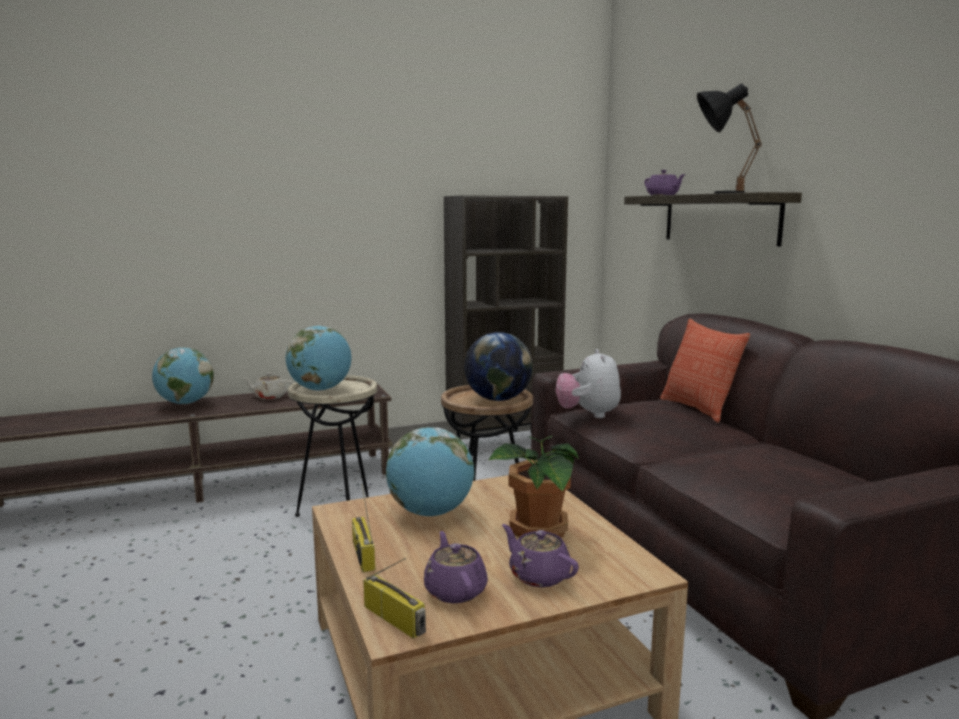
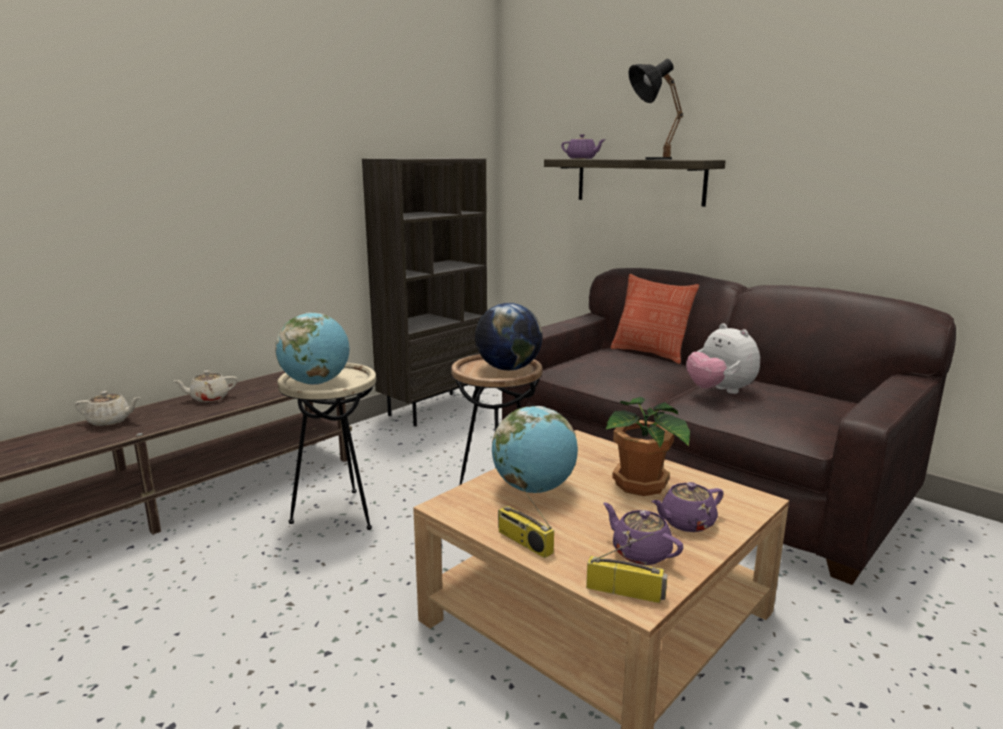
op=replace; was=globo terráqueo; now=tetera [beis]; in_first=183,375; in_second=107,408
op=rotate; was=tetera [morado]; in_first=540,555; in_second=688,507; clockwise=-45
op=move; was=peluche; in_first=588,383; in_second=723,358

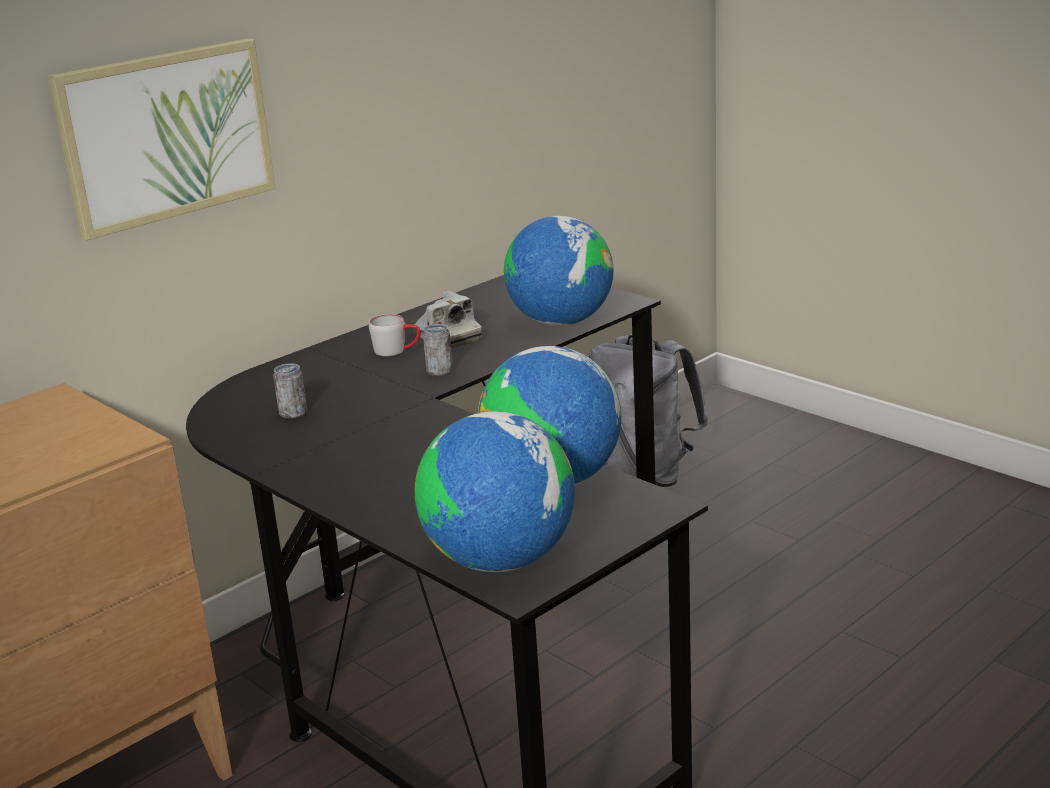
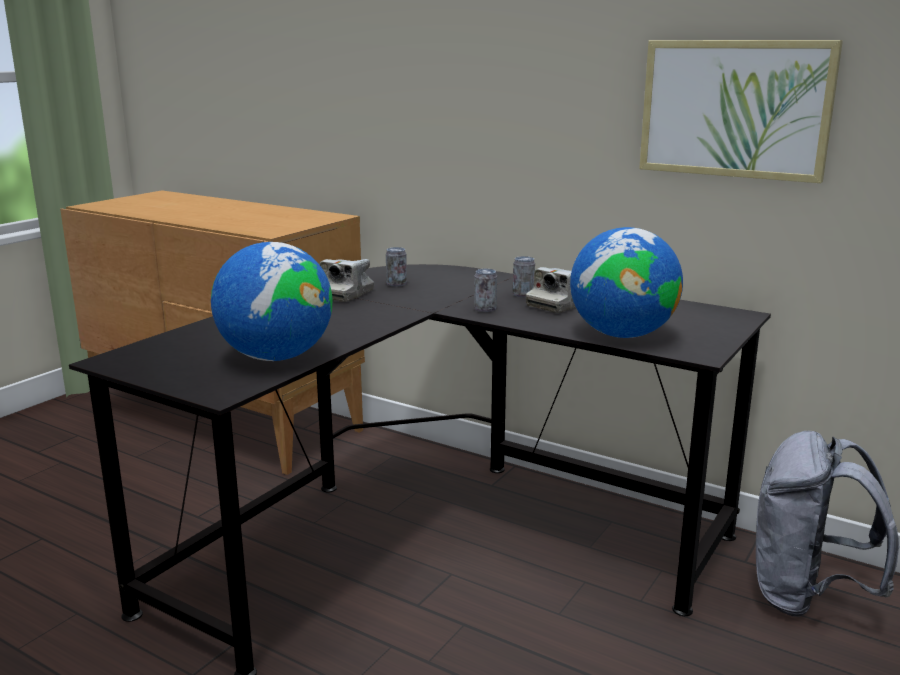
op=insert; now=cámara; in_second=346,280
op=replace; was=taza grande [gris]; now=lata; in_first=395,335; in_second=524,277
op=move; was=cuadro; in_first=162,139; in_second=741,111
op=delete; was=globo terráqueo; in_first=494,491

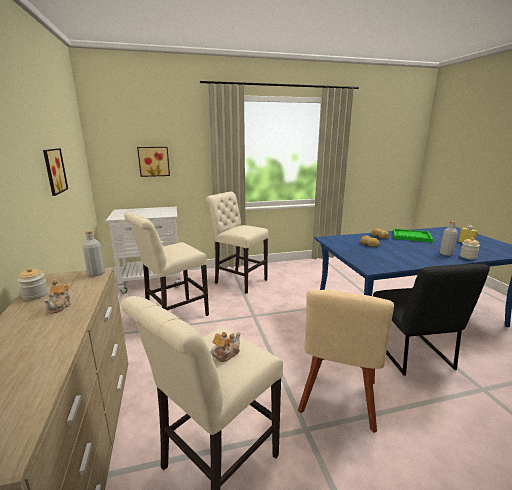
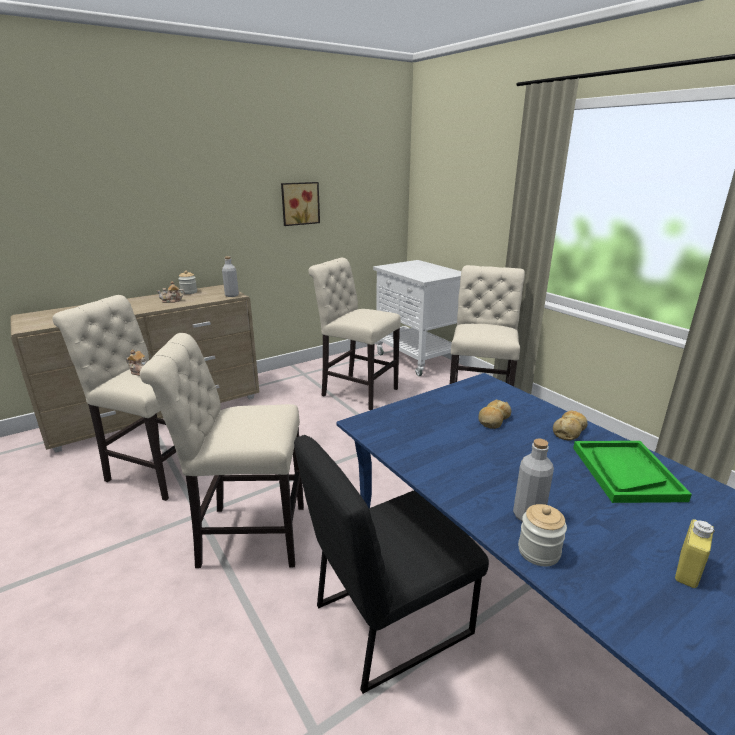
op=replace; was=silla [beis]; now=taburete [beis]; in_first=346,361; in_second=222,450
op=delete; was=cuadro; in_first=153,162

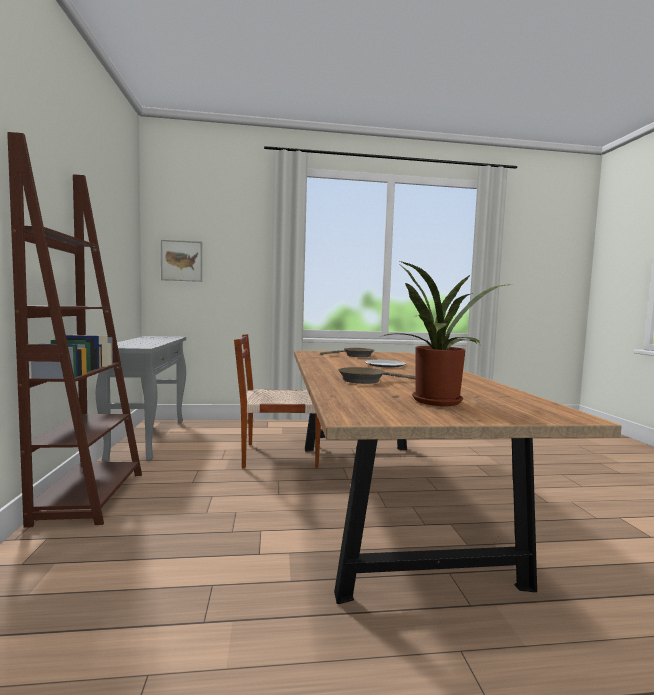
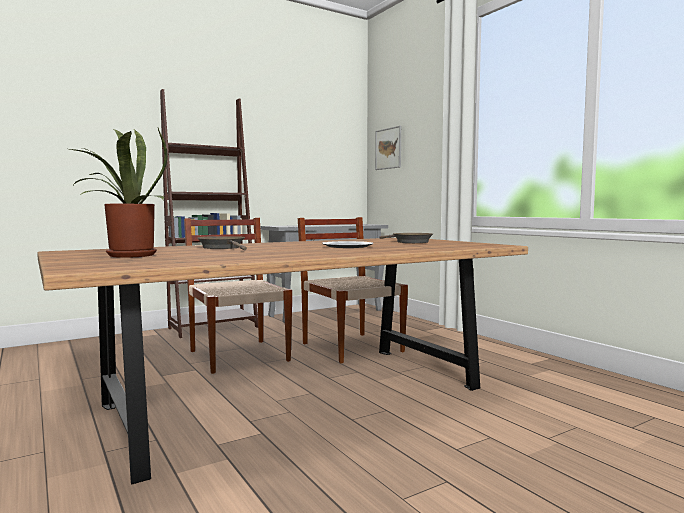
op=insert; now=silla; in_second=238,296

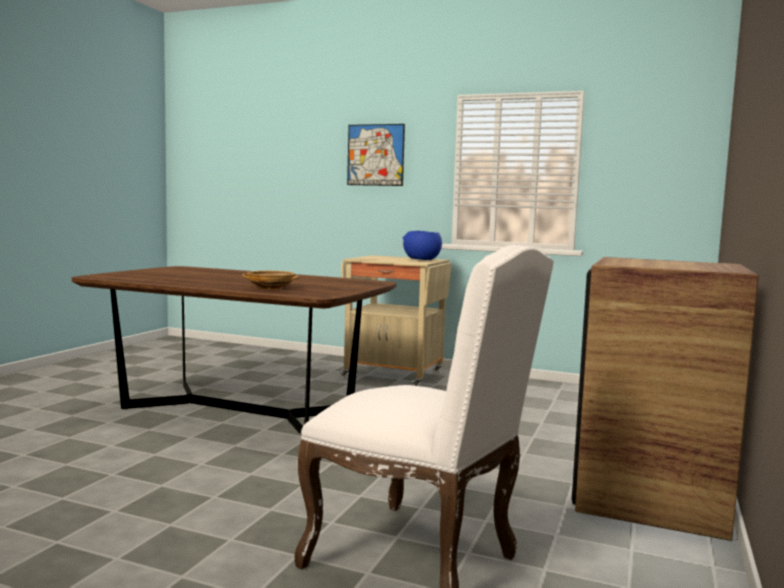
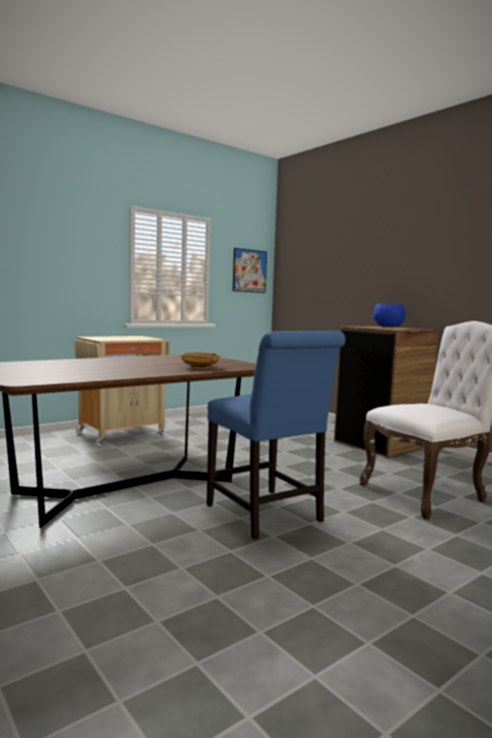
op=insert; now=silla [azul]; in_second=276,435
op=move; was=cuadro; in_first=376,155; in_second=250,270
op=move; was=cuenco [azul]; in_first=422,245; in_second=389,315

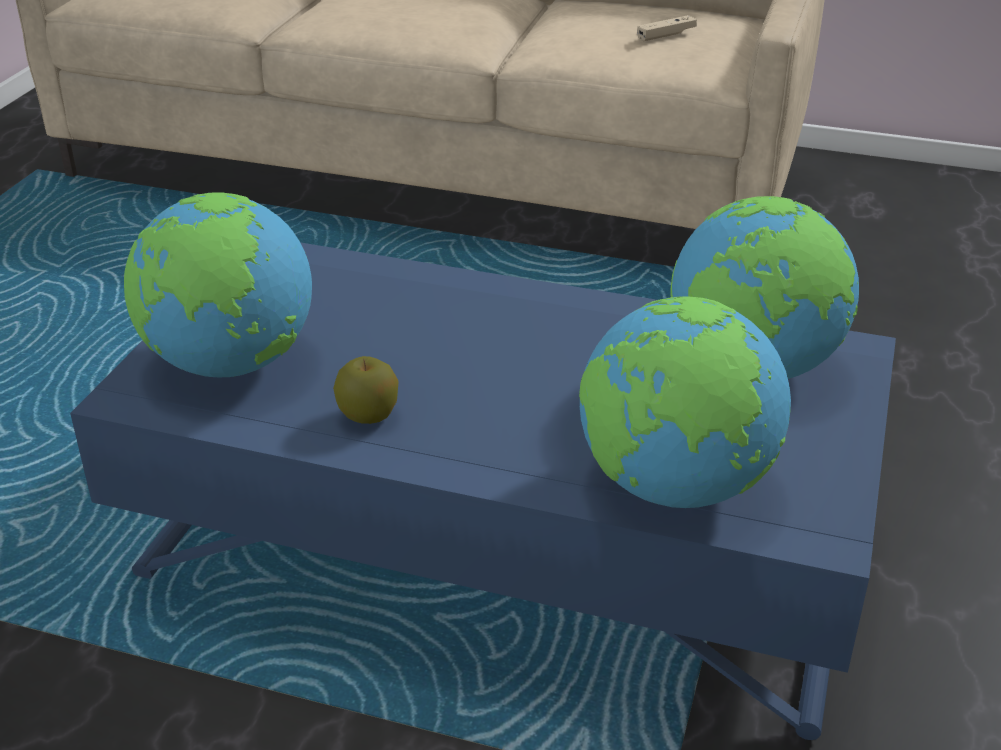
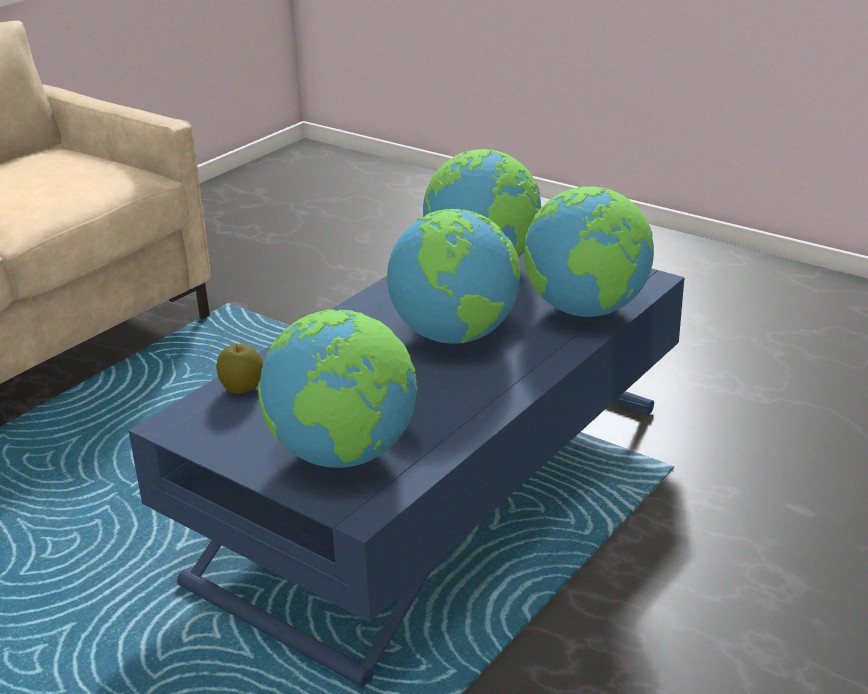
op=move; was=manzana; in_first=366,390; in_second=239,368
op=insert; now=globo terráqueo; in_second=453,276
op=delete; was=mando de consola [beis]; in_first=667,28

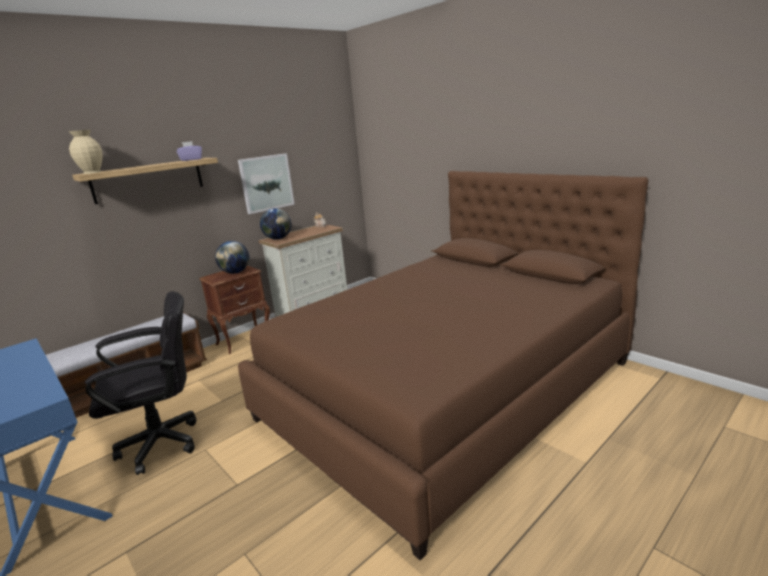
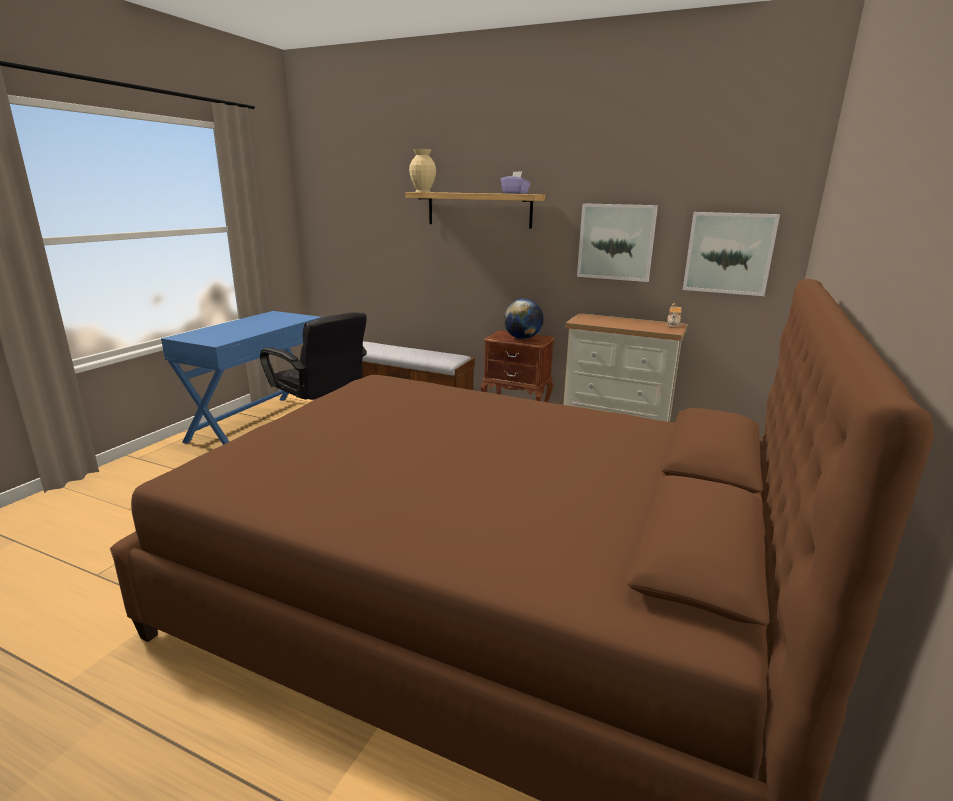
op=insert; now=cuadro; in_second=731,254
op=delete; was=globo terráqueo; in_first=275,224

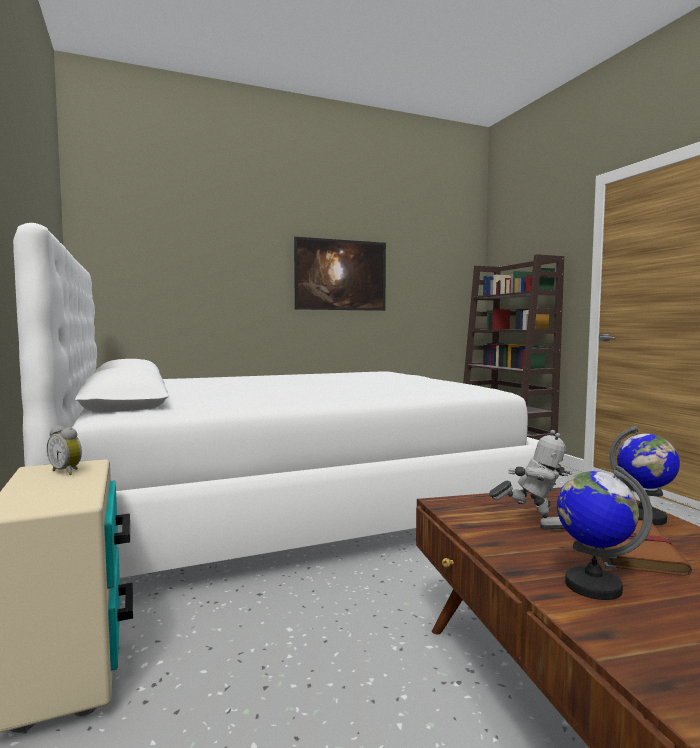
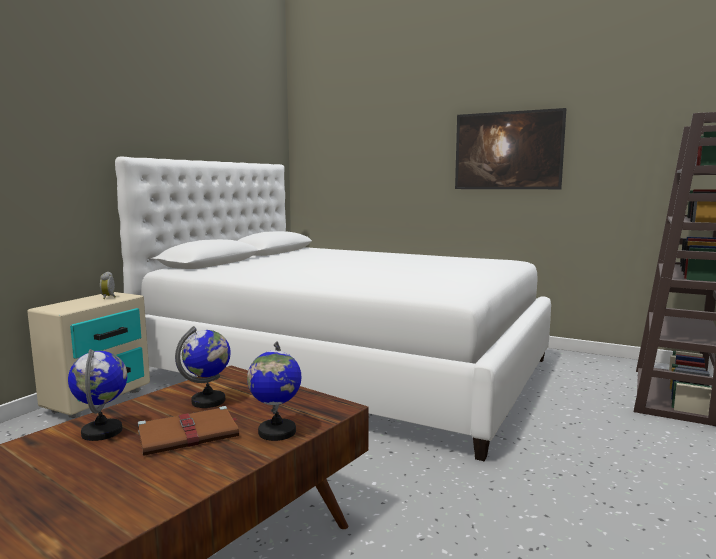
op=replace; was=robot de juguete; now=globo terráqueo; in_first=530,479; in_second=203,367

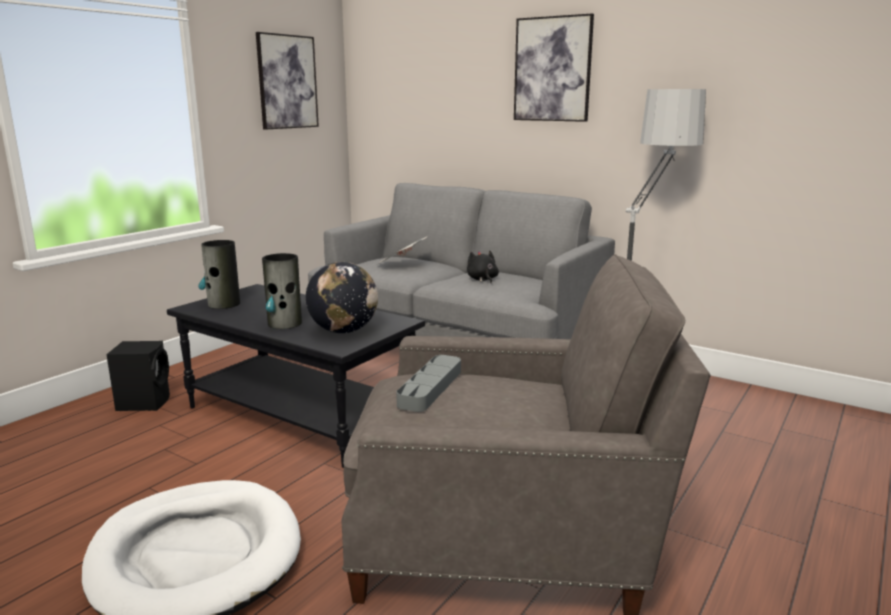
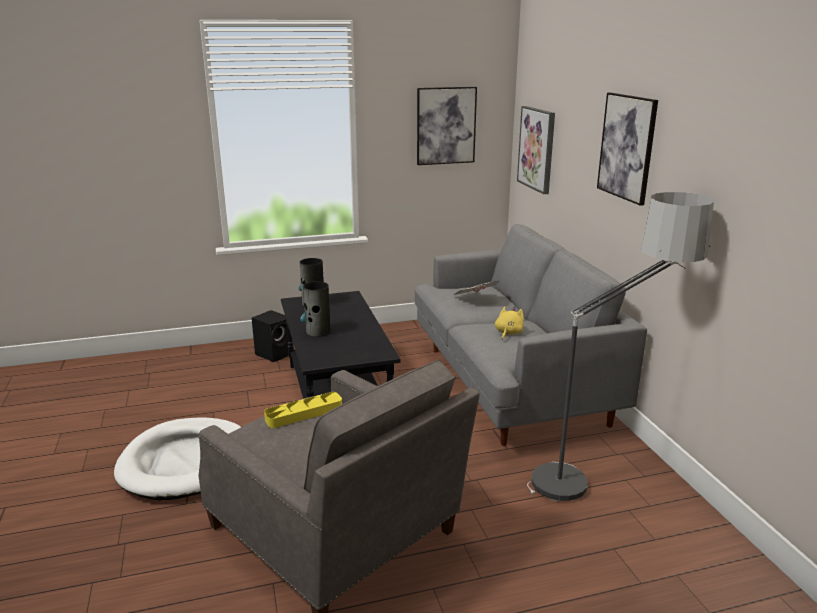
op=recolor; was=bandeja [gris]; now=bandeja [amarillo]; in_first=428,383; in_second=303,410
op=recolor; was=peluche [negro]; now=peluche [amarillo]; in_first=483,267; in_second=509,323
op=insert; now=cuadro; in_second=536,150
op=delete; was=globo terráqueo; in_first=342,297

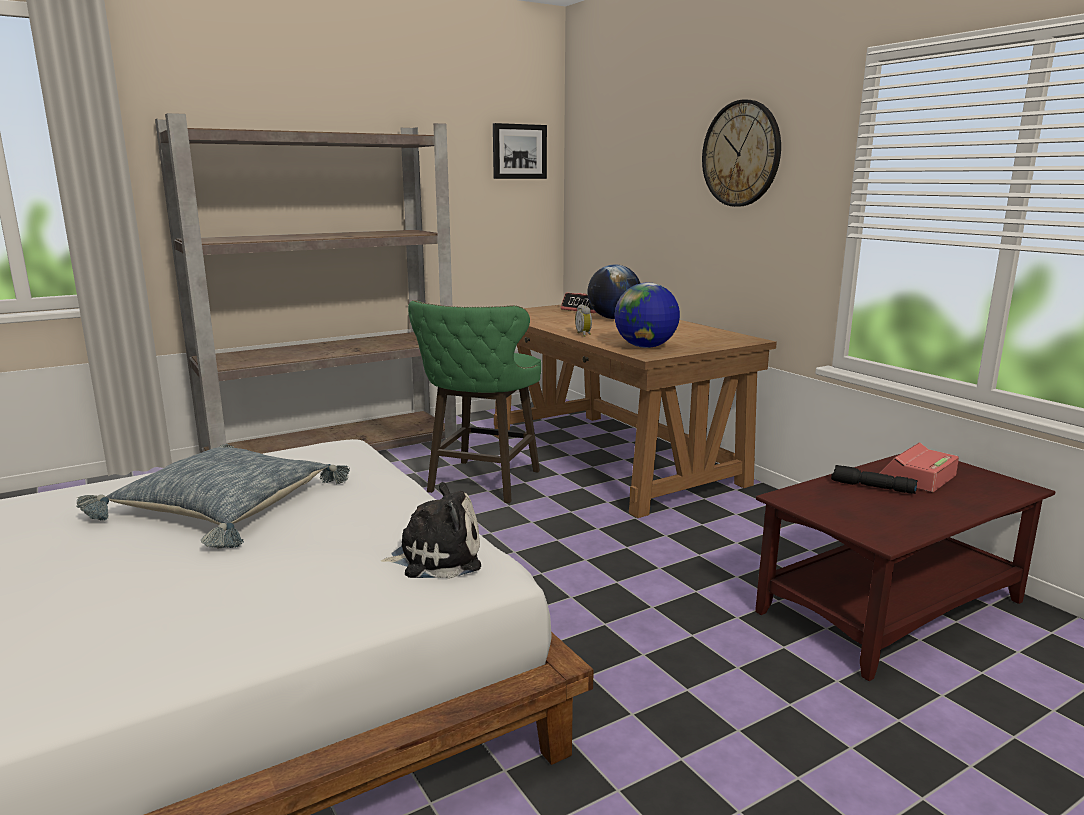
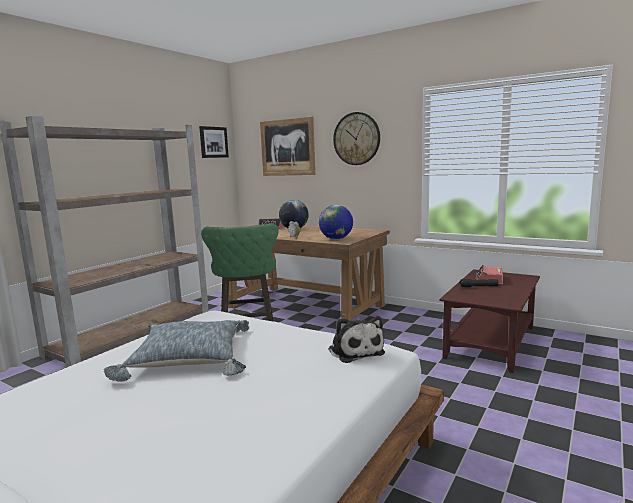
op=insert; now=cuadro; in_second=287,146
op=rotate; was=peluche; in_first=431,530; in_second=356,339; clockwise=105

